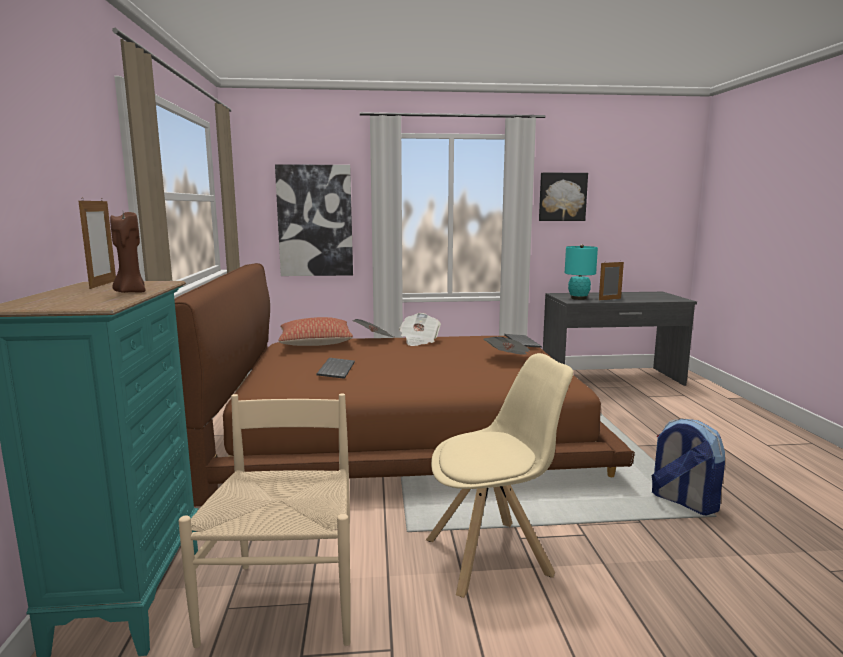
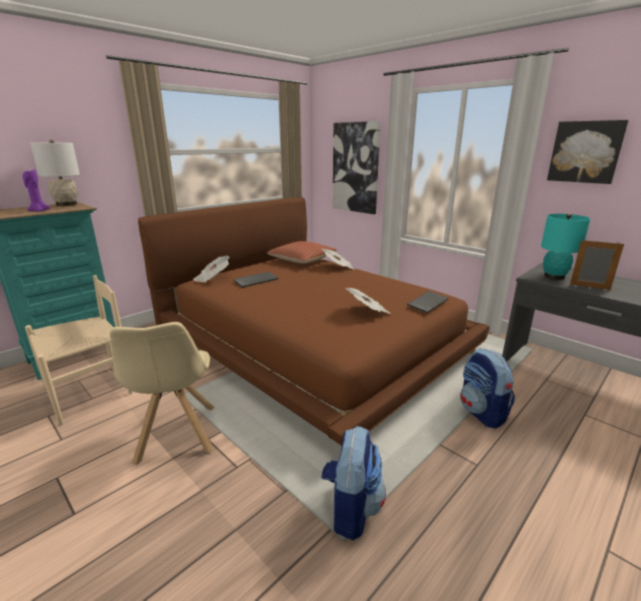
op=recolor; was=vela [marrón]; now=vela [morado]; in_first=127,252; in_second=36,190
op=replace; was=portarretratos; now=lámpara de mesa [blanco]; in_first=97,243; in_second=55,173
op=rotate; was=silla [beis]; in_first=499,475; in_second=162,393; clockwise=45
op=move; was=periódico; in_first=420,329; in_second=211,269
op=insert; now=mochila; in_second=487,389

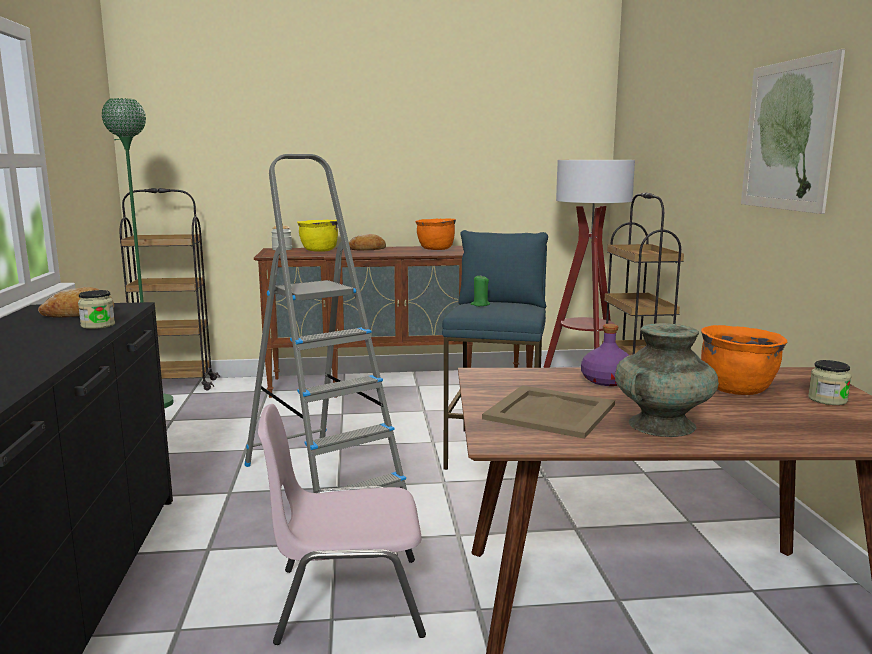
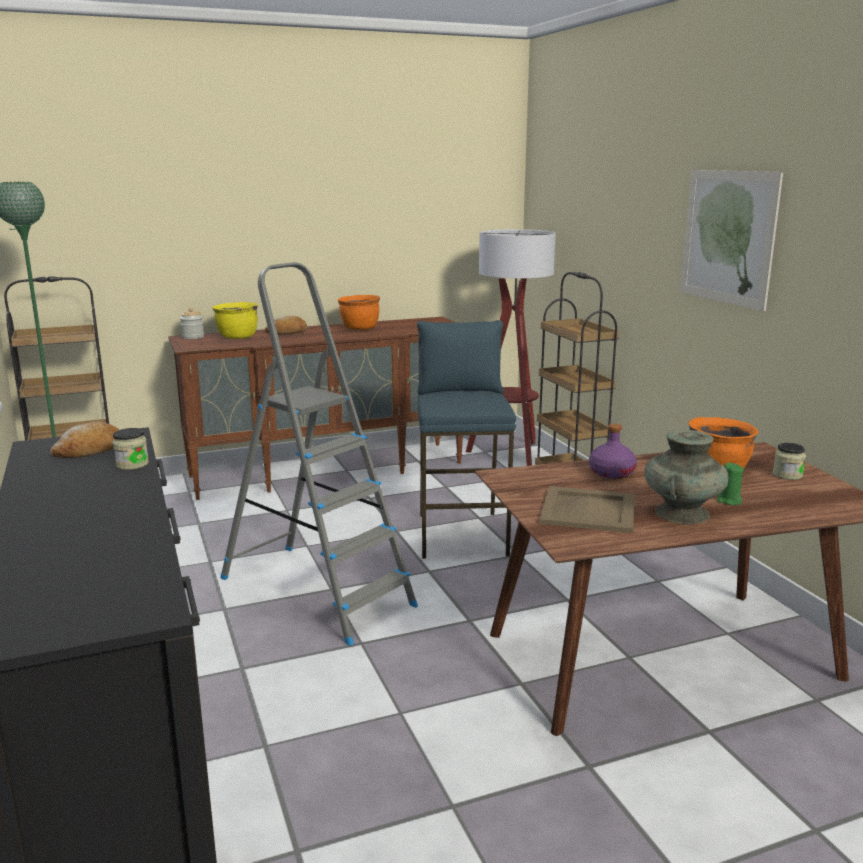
op=move; was=vela [verde]; in_first=480,291; in_second=730,483
op=delete; was=silla [rosa]; in_first=342,524

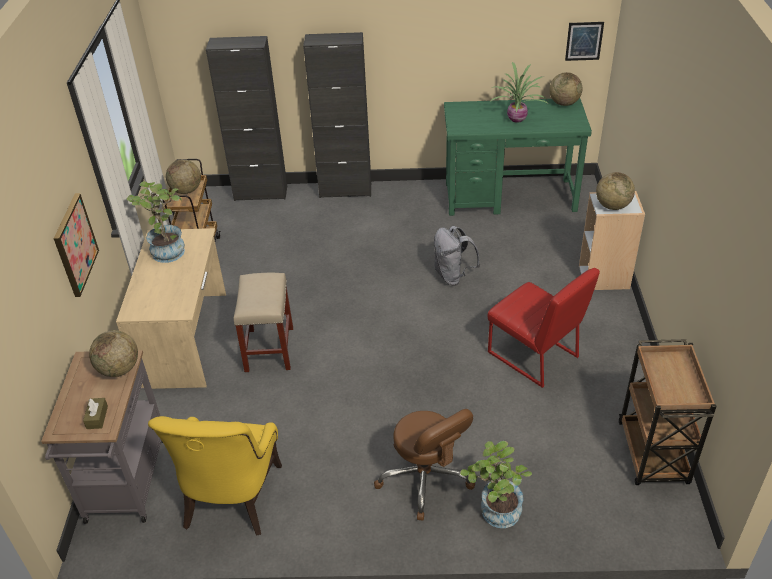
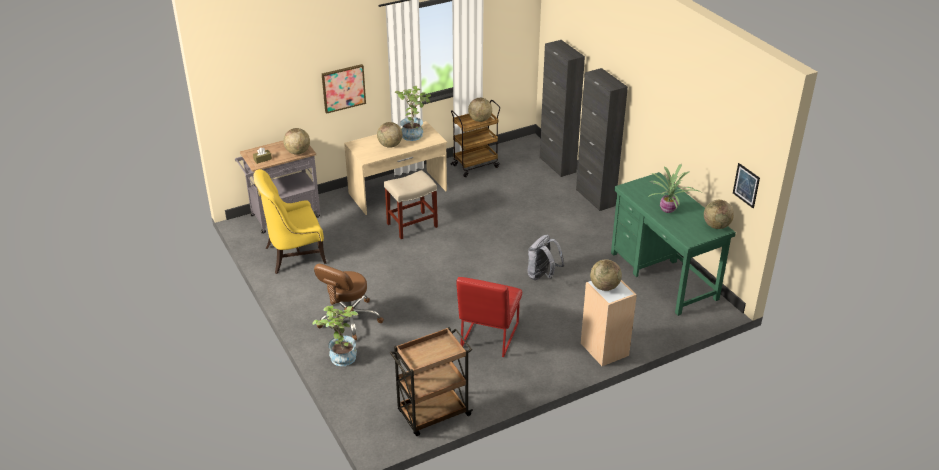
op=insert; now=globo terráqueo; in_second=389,135

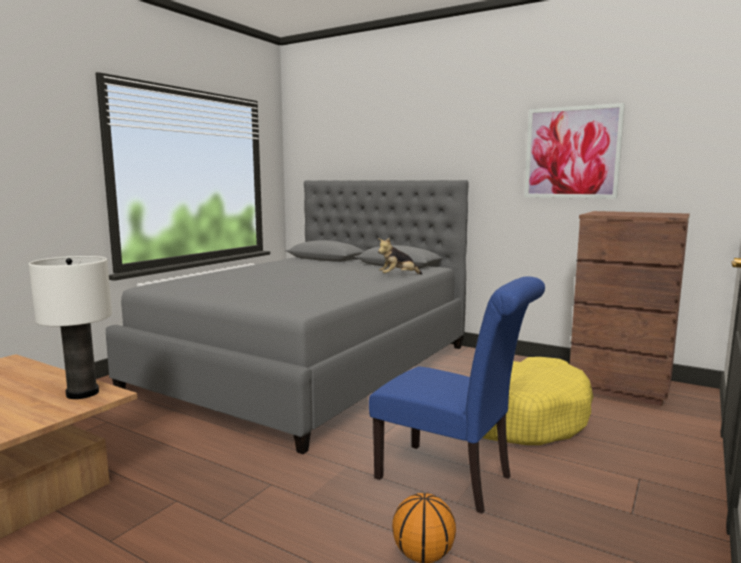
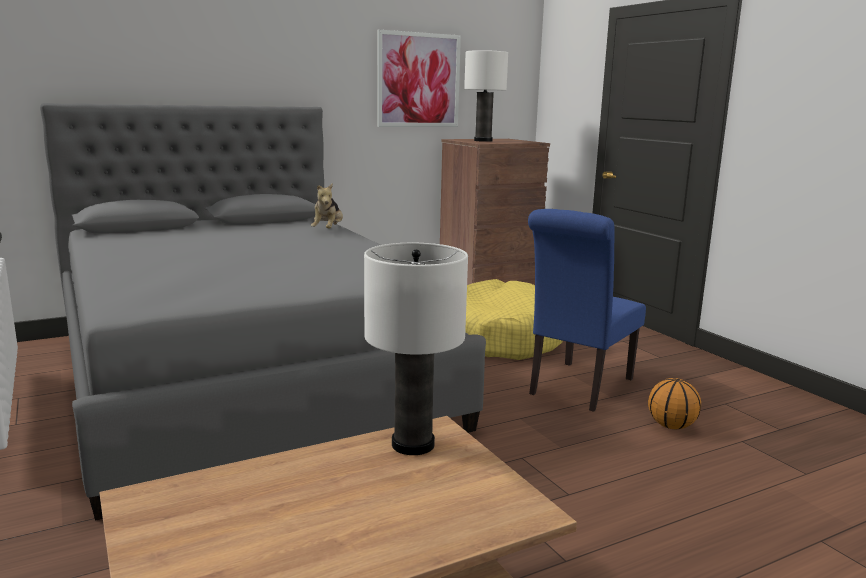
op=insert; now=lámpara de mesa [blanco]; in_second=486,96
op=rotate; was=silla [azul]; in_first=457,395; in_second=587,310; clockwise=150

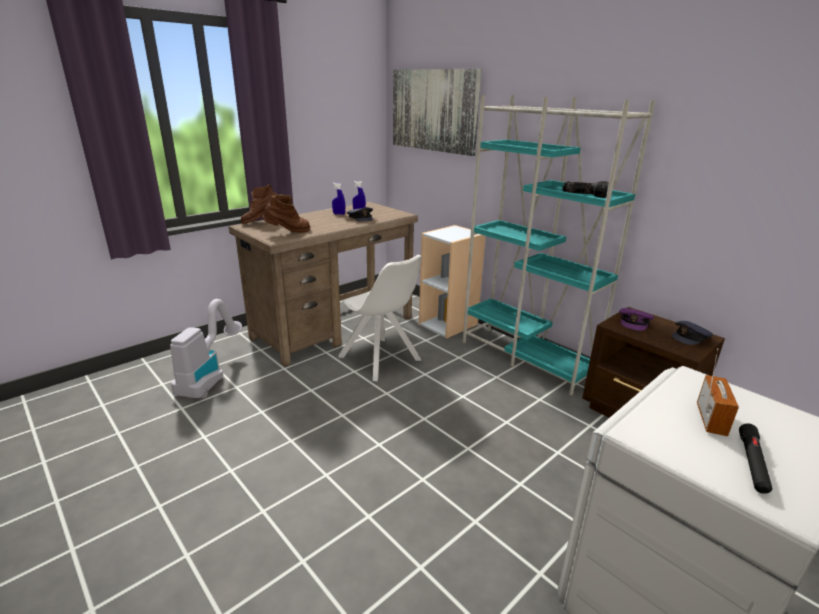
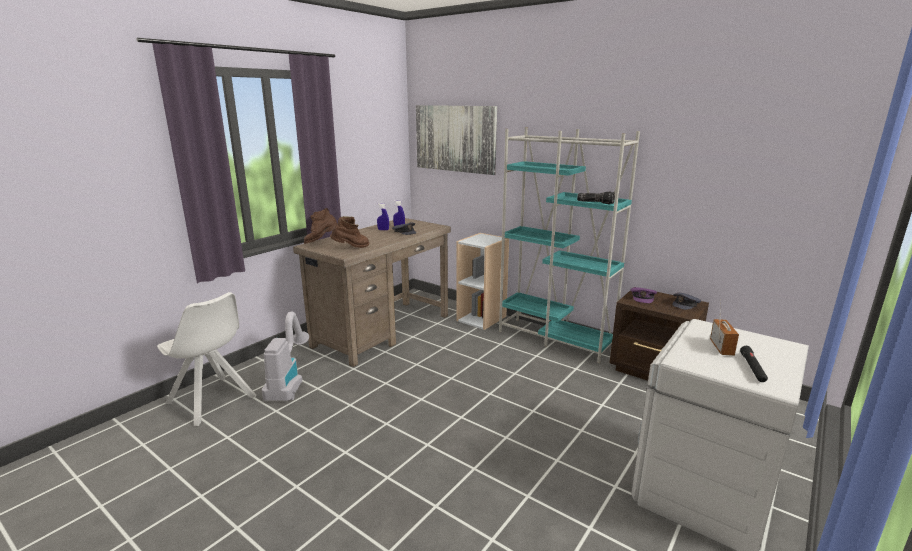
op=move; was=silla [blanco]; in_first=380,318; in_second=206,359

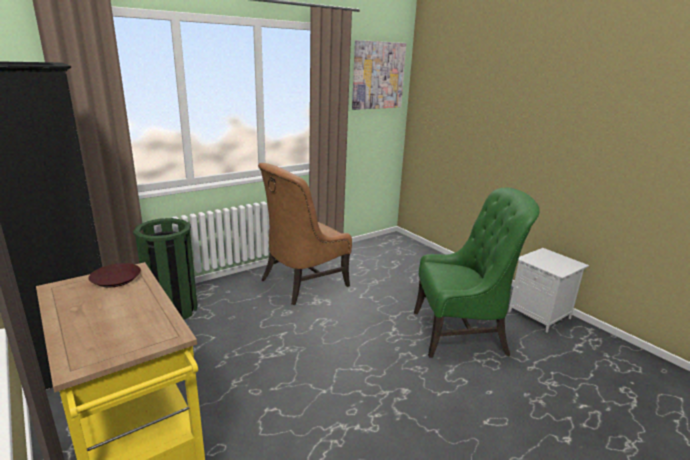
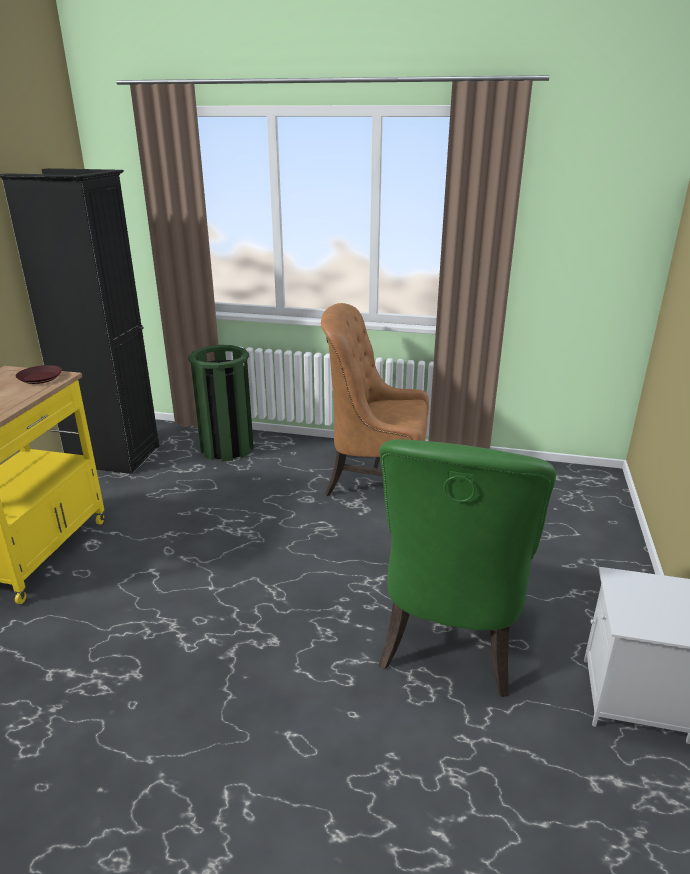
op=rotate; was=silla [verde]; in_first=477,273; in_second=467,568; clockwise=60
op=delete; was=cuadro; in_first=379,75

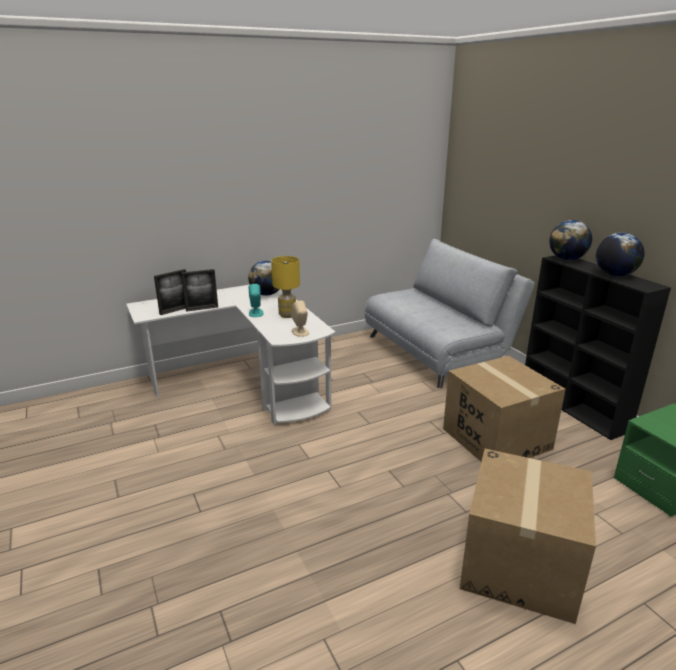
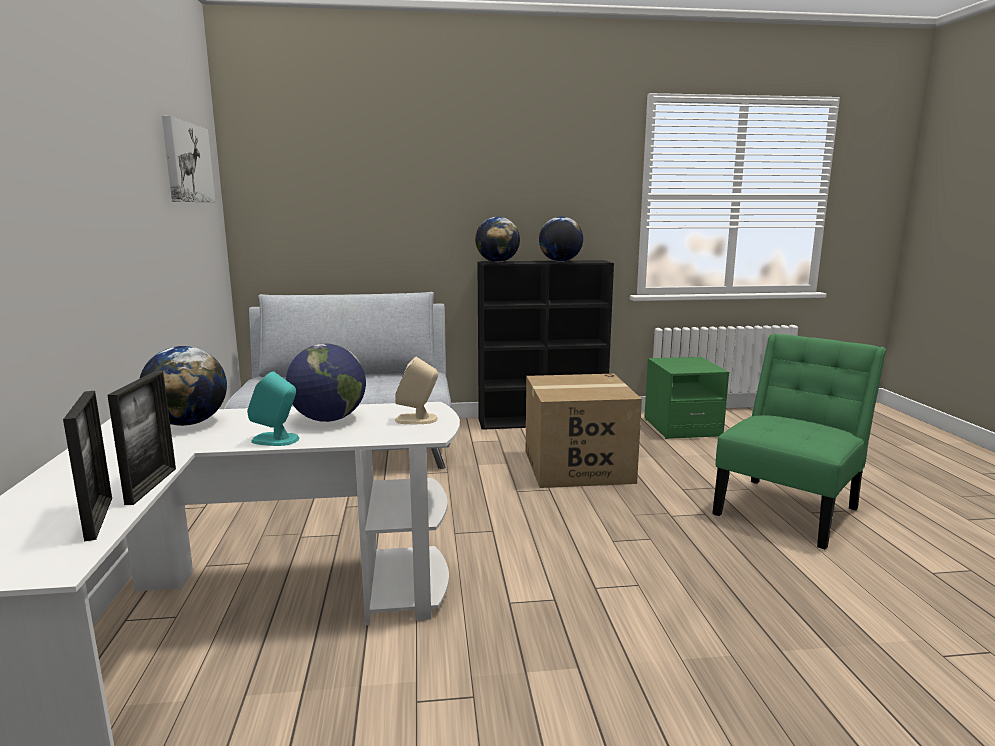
op=insert; now=cuadro; in_second=188,159
op=replace; was=lámpara de mesa [amarillo]; now=globo terráqueo; in_first=285,287; in_second=326,382
op=replace; was=caja de cartón; now=silla [verde]; in_first=528,536; in_second=799,441

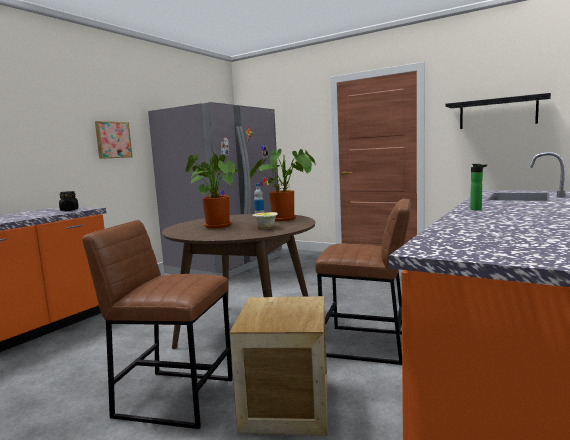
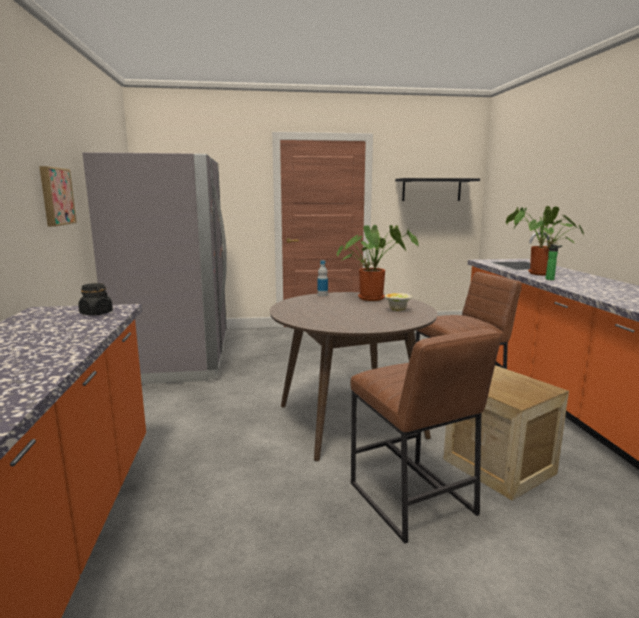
op=rotate; was=silla [marrón]; in_first=157,324; in_second=425,436; clockwise=-90
op=move; was=planta en maceta; in_first=212,190; in_second=545,241

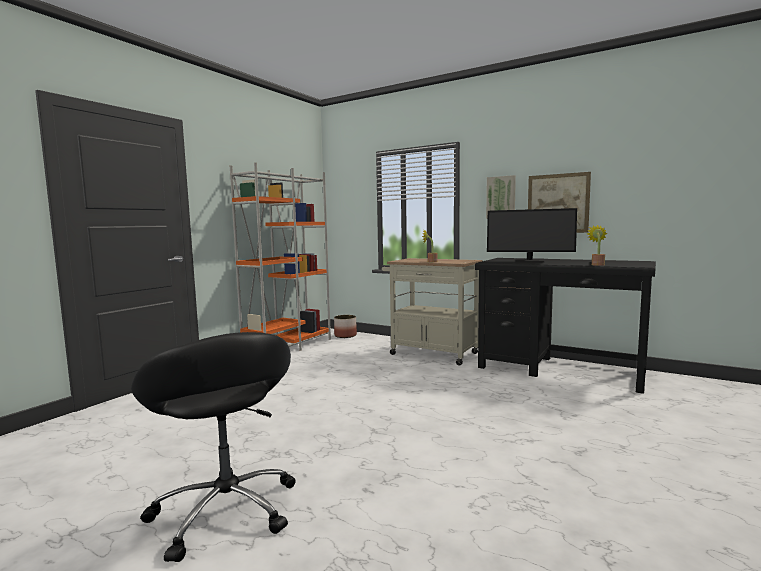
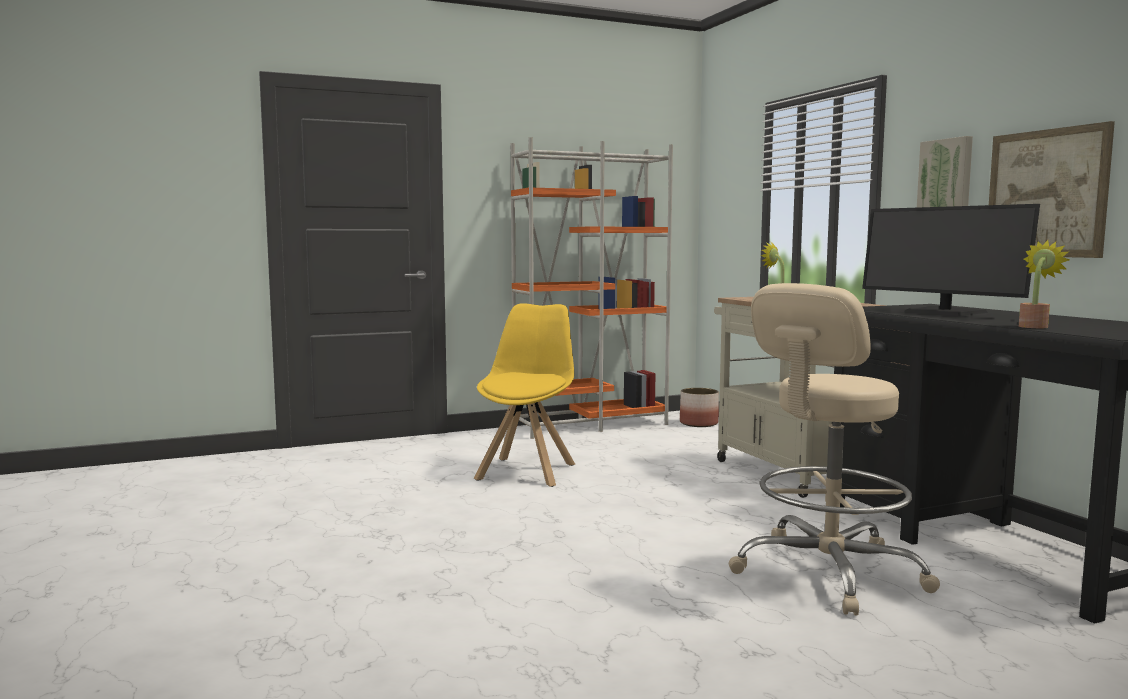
op=insert; now=silla [amarillo]; in_second=524,395
op=insert; now=taburete [beis]; in_second=834,449
op=delete; was=silla de oficina [negro]; in_first=213,447

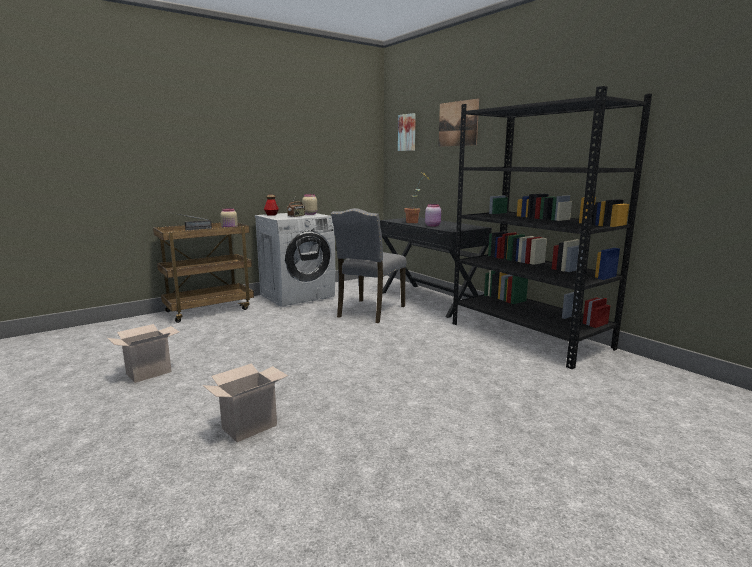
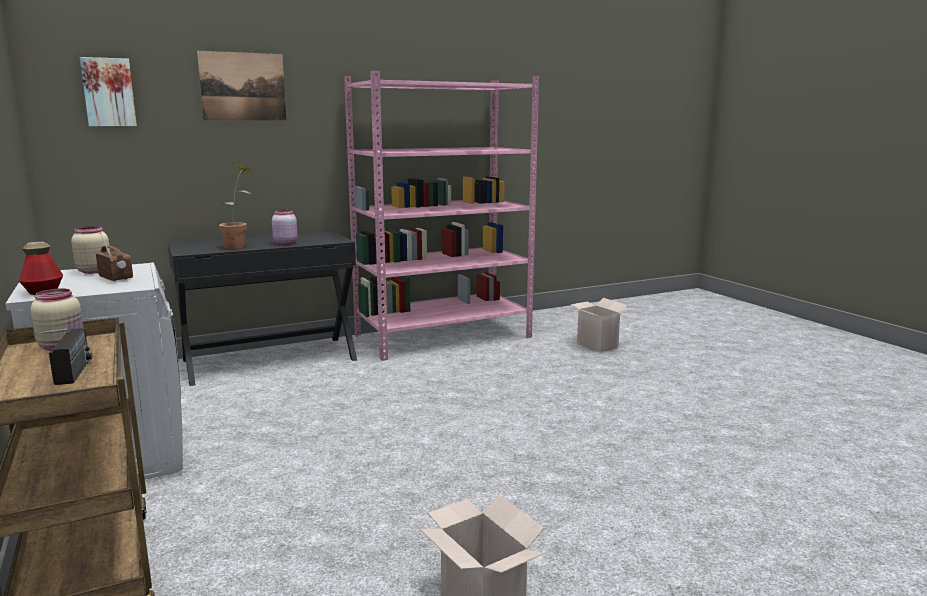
op=recolor; was=estantería [negro]; now=estantería [rosa]; in_first=552,227; in_second=441,216
op=move; was=caja de cartón; in_first=245,403; in_second=600,325
op=delete; was=silla [gris]; in_first=368,265

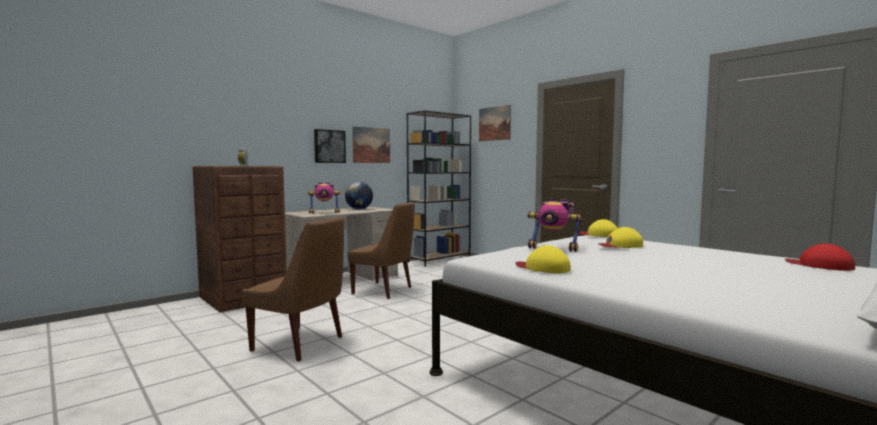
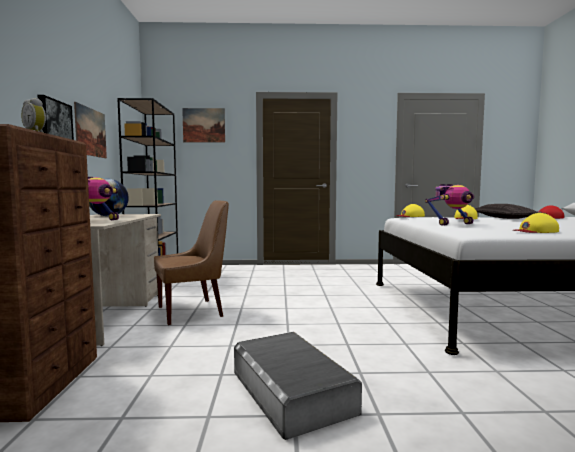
op=replace; was=silla [marrón]; now=caja de almacenaje [gris]; in_first=293,289; in_second=298,386
op=insert; now=cojín; in_second=510,211

